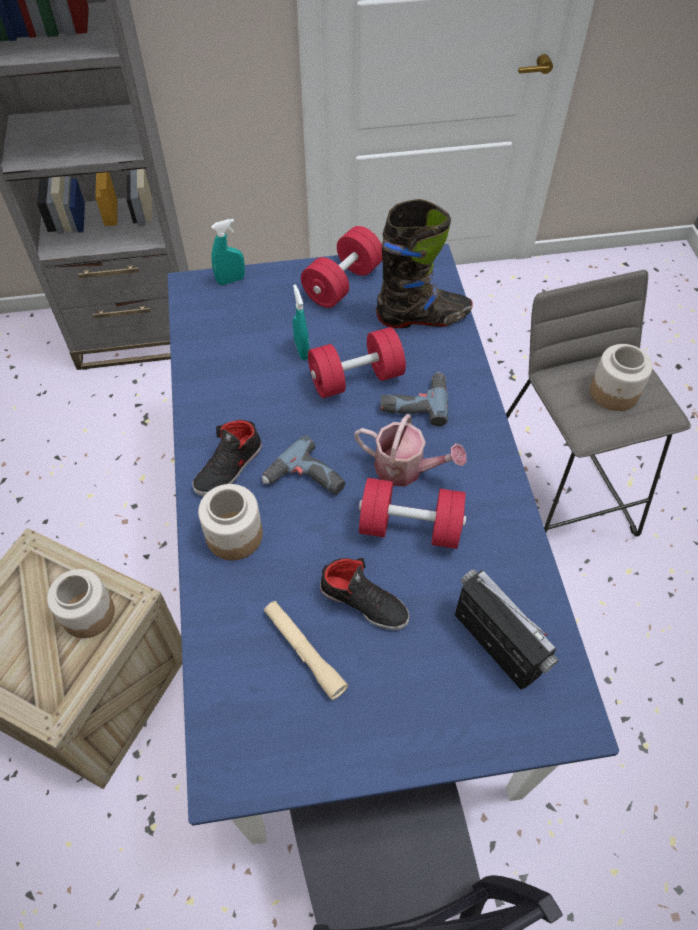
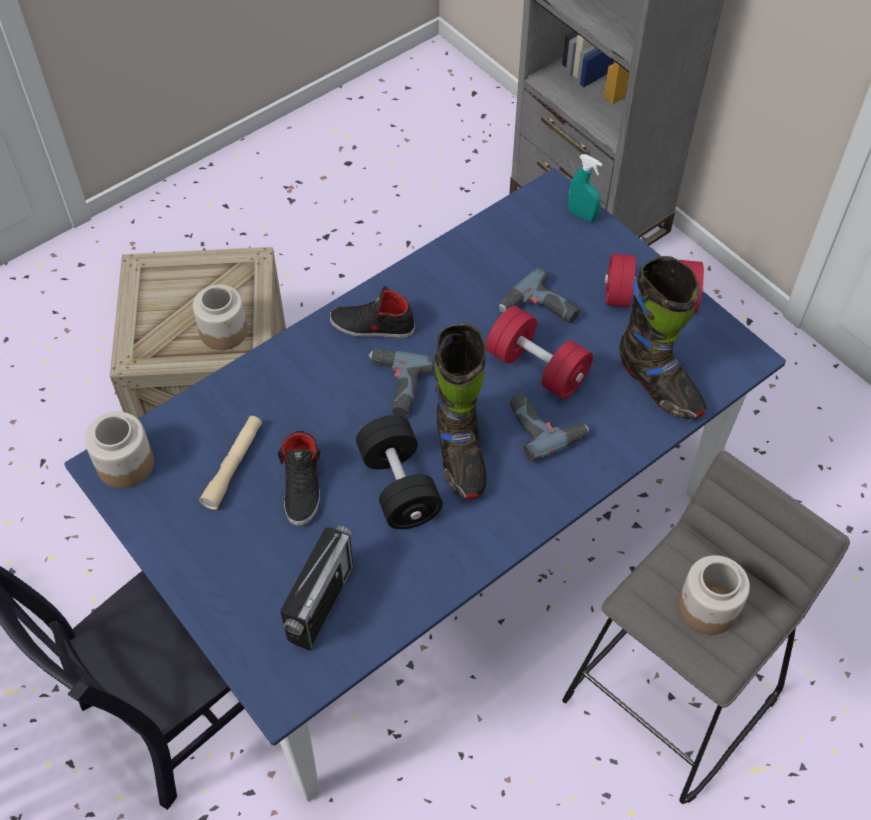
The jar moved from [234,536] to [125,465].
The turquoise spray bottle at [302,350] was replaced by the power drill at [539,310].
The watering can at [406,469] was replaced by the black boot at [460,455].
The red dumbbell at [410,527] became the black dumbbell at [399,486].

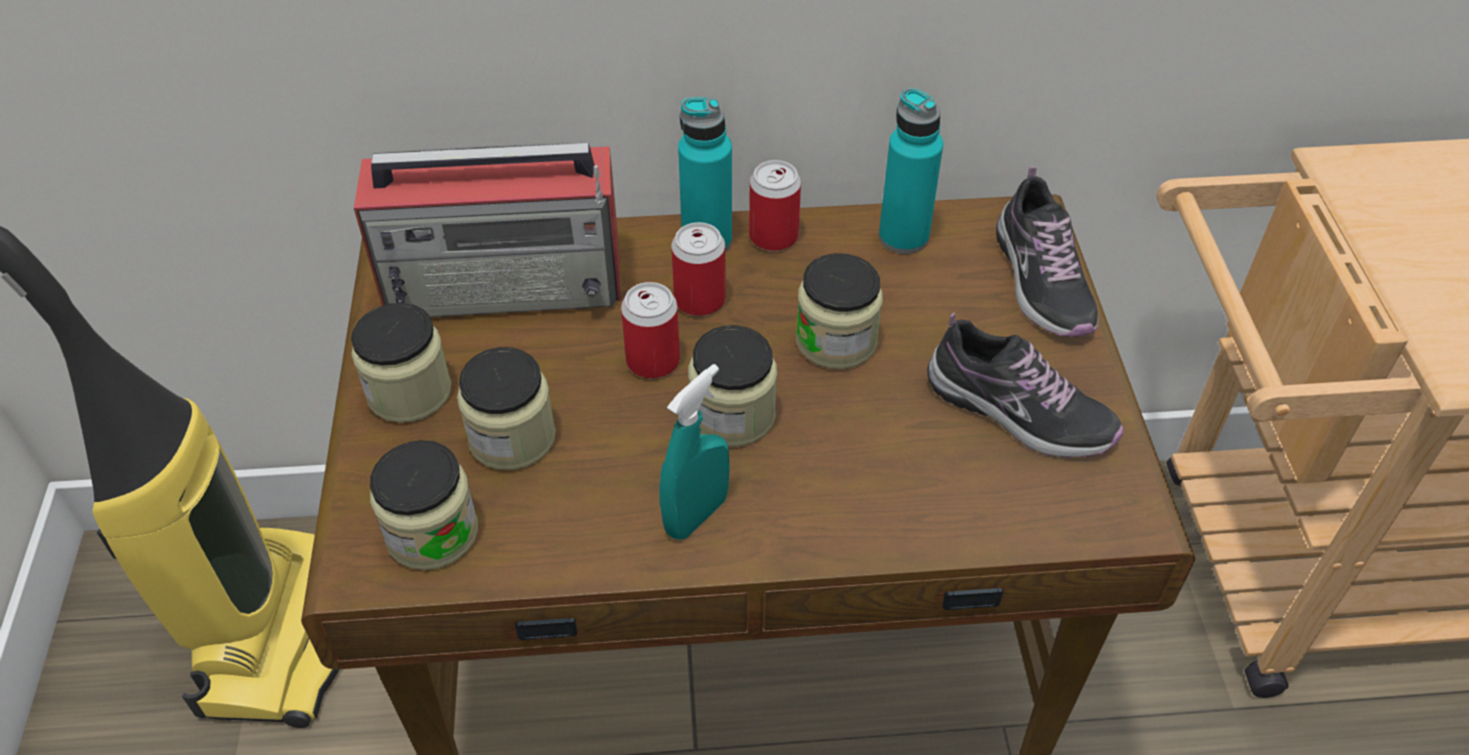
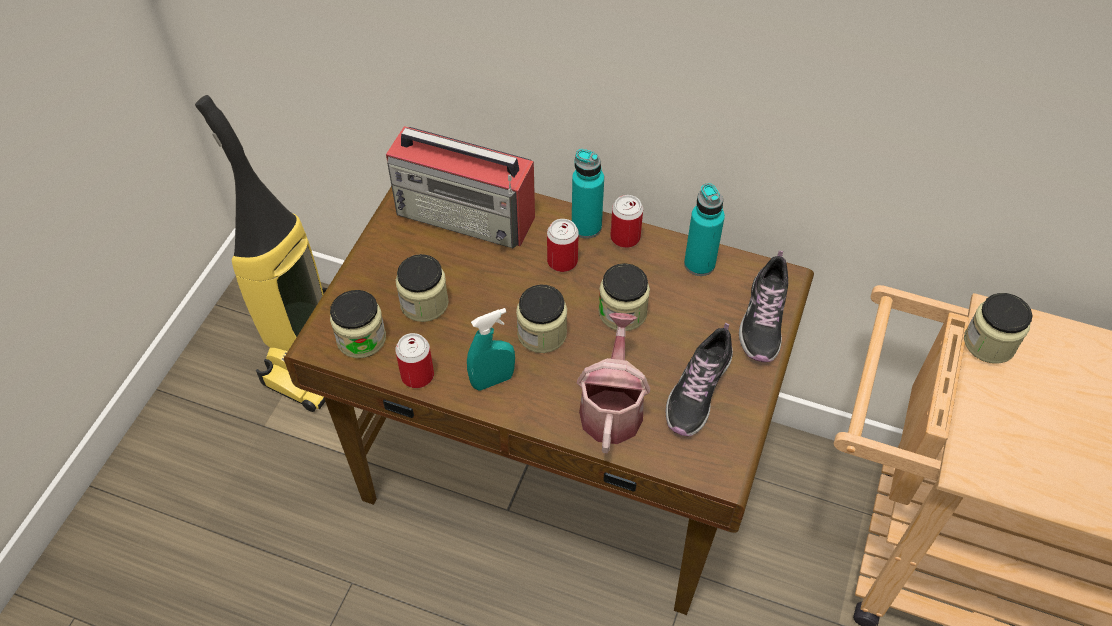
The watering can at [612,407] appeared.
The jar moved from [409,392] to [989,343].
The can moved from [653,360] to [417,375].
The shoe at [1018,412] turned 60 degrees clockwise.

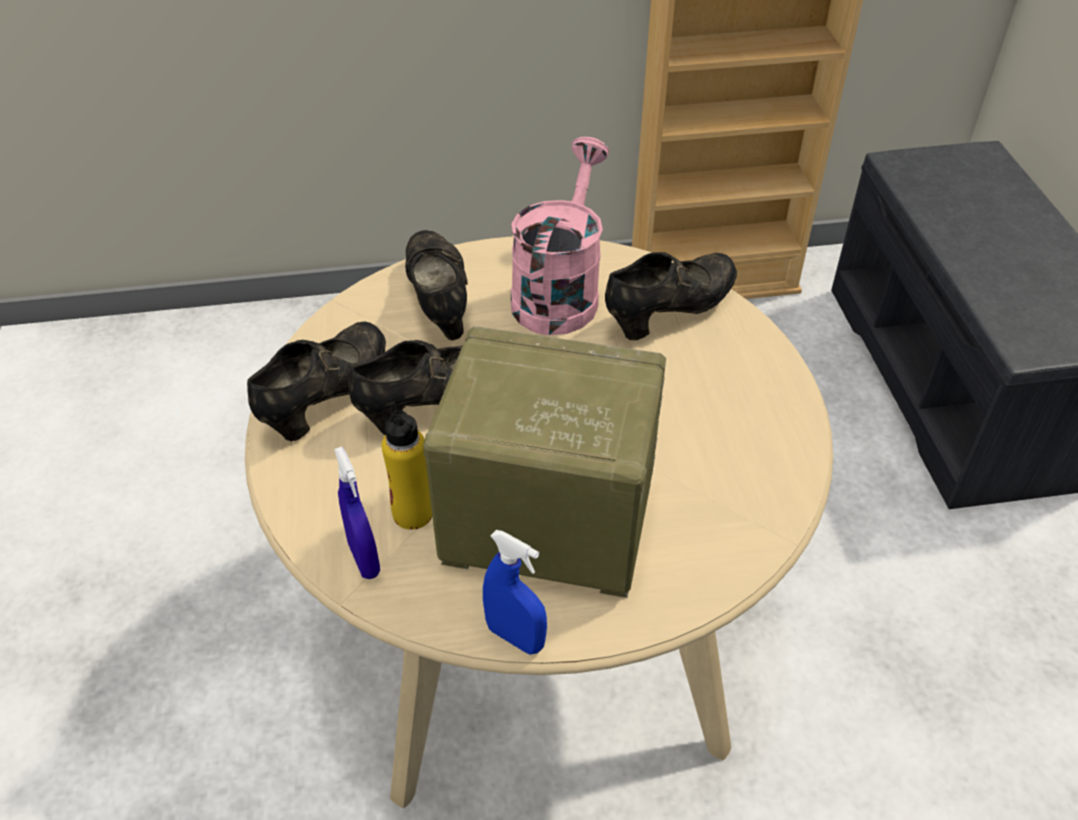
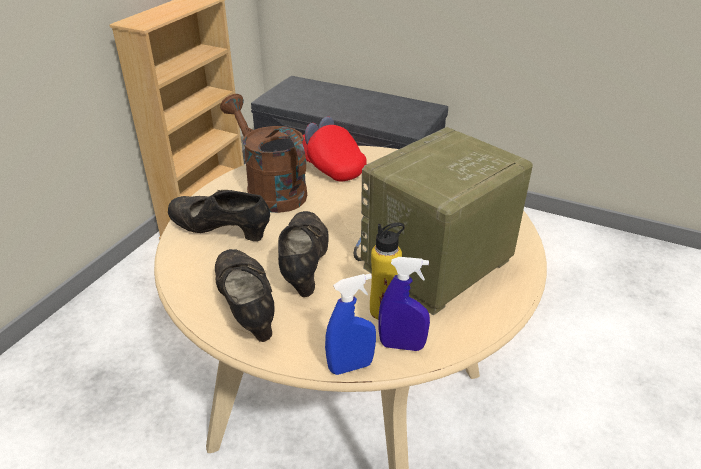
The blue spray bottle moved from [515,637] to [350,366].
The black shoe at [670,312] was replaced by the red cap at [330,167].
The pink watering can at [559,291] became the brown watering can at [270,190].

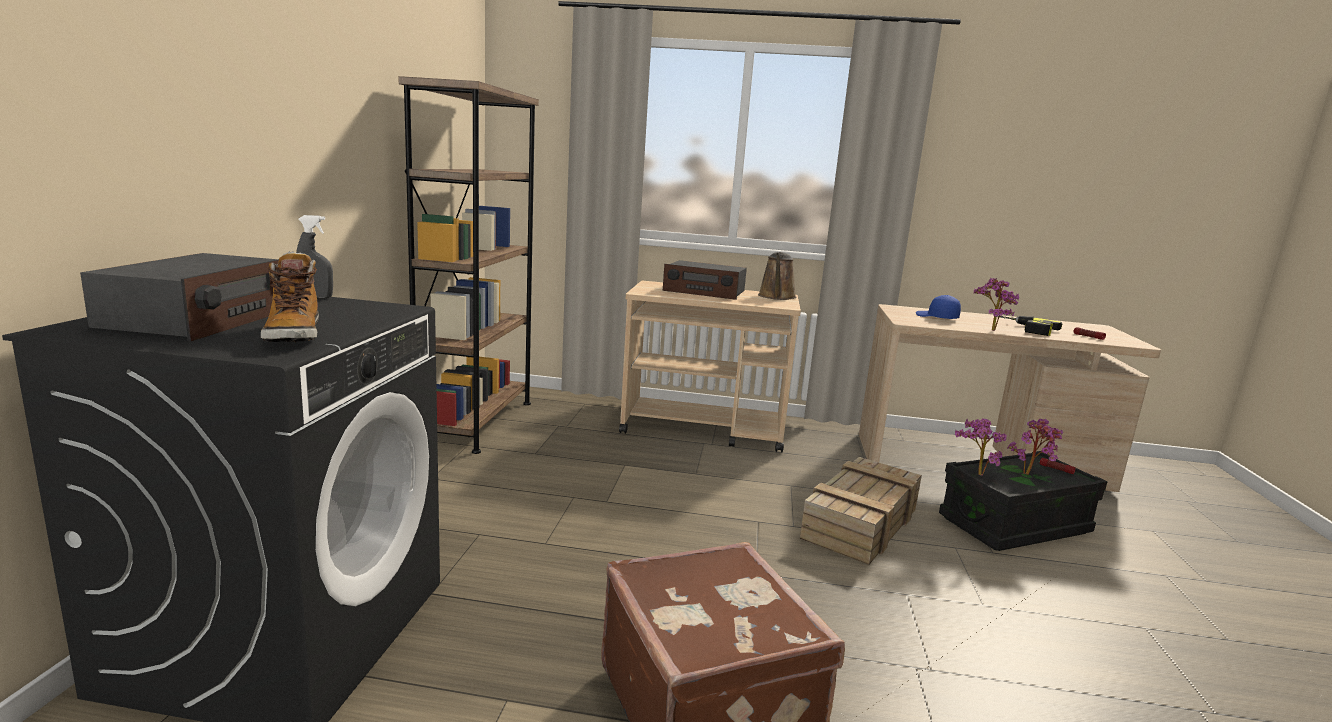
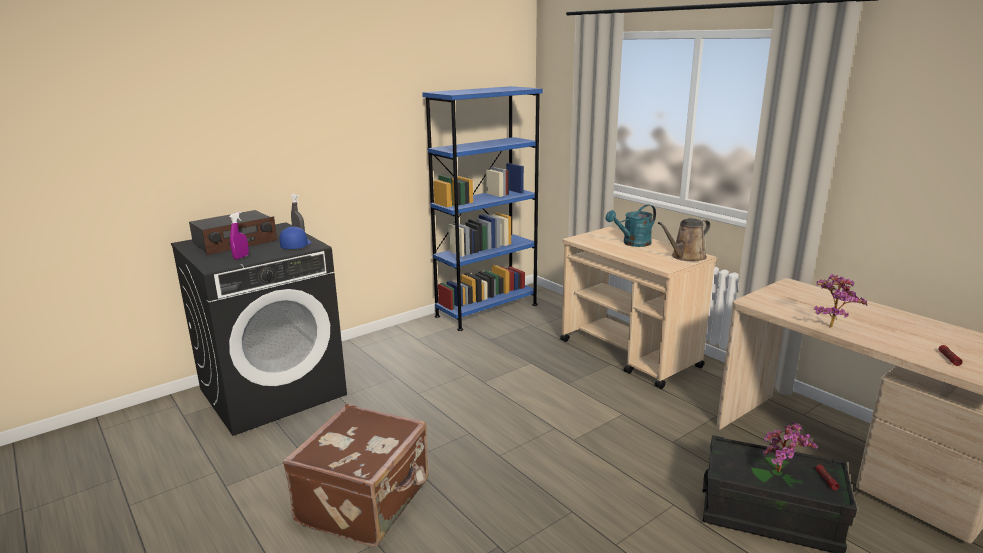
The crate at [860,522] disappeared.
The potted plant at [975,473] disappeared.
The power drill at [1024,329] disappeared.
The blue cap moved from [936,317] to [296,246].
The boot at [294,335] was replaced by the purple spray bottle at [241,257].
The radio at [704,291] was replaced by the turquoise watering can at [632,243].
The brown bookcase at [476,422] became the blue bookcase at [487,310].

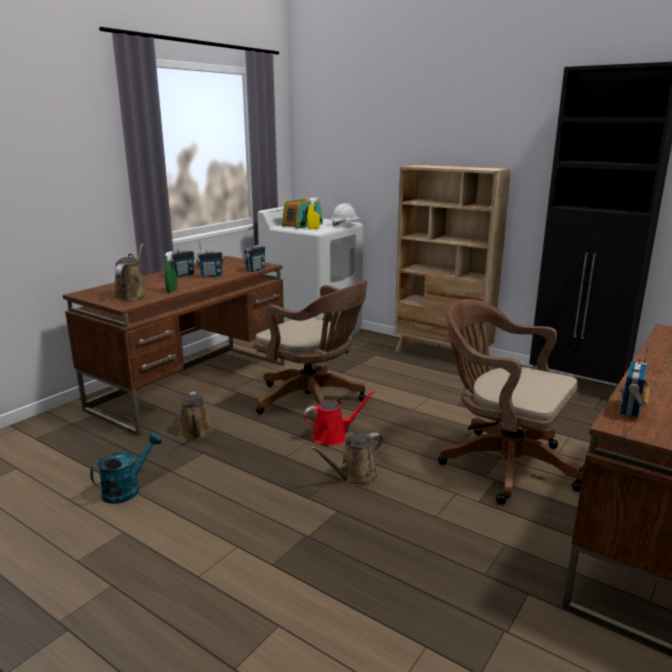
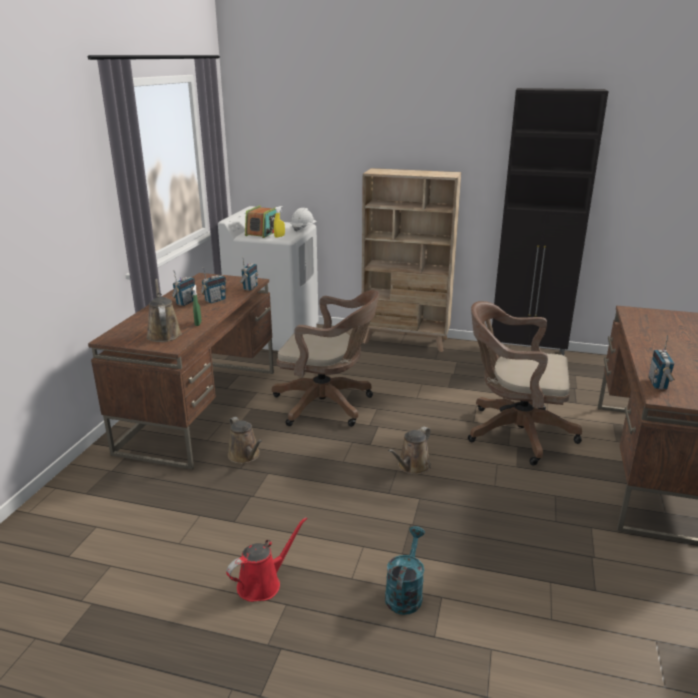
The turquoise watering can moved from [127,489] to [405,592].
The red watering can moved from [332,436] to [263,583].

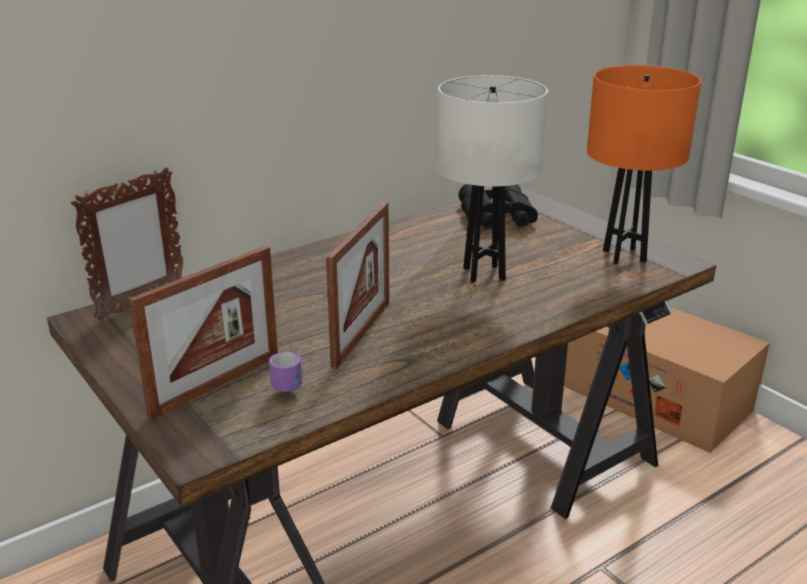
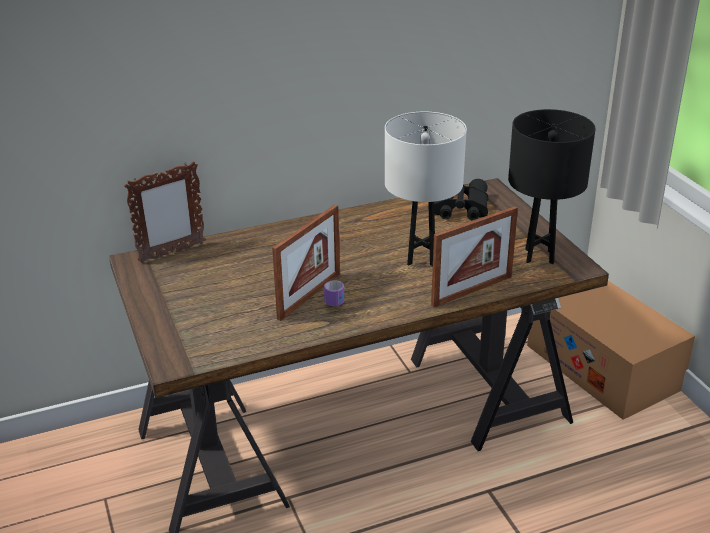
The picture frame moved from [216,385] to [472,291].
The mug moved from [290,381] to [338,299].
The orange table lamp at [623,256] became the black table lamp at [539,256].

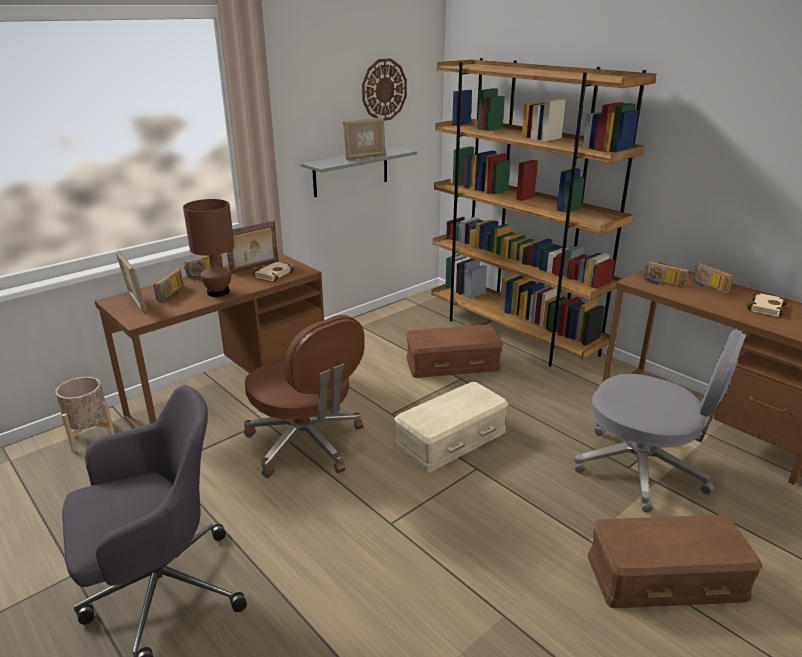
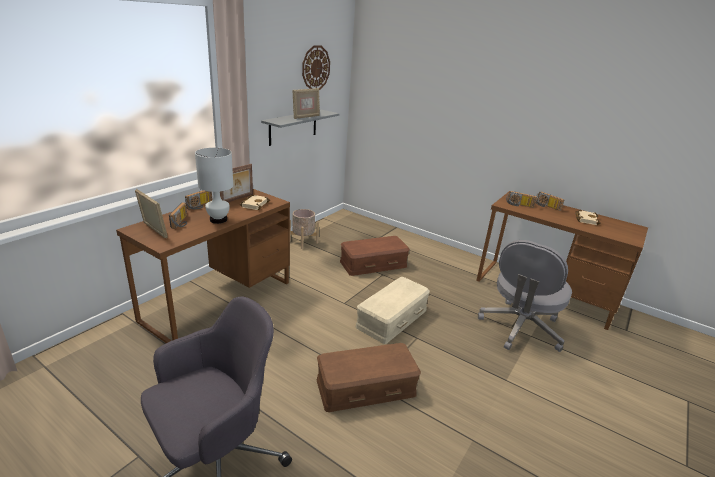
The brown office chair at [306,443] disappeared.
The brown bookcase at [514,334] disappeared.
The beige planter moved from [91,436] to [303,242].
The brown storage box moved from [665,575] to [365,386].
The brown table lamp at [218,292] became the white table lamp at [218,220].
The grey office chair at [642,469] turned 105 degrees clockwise.

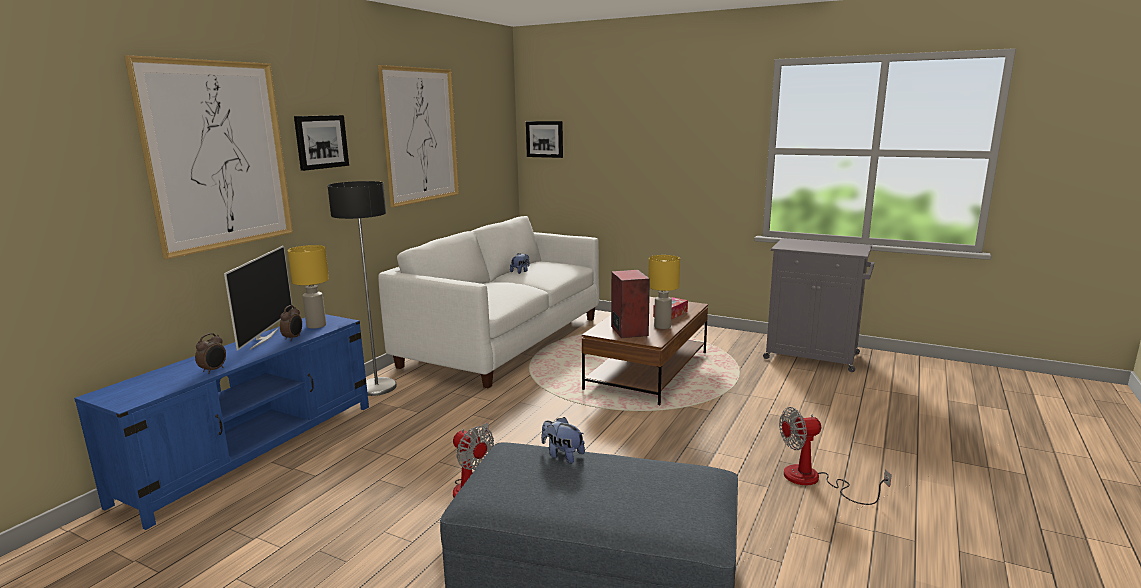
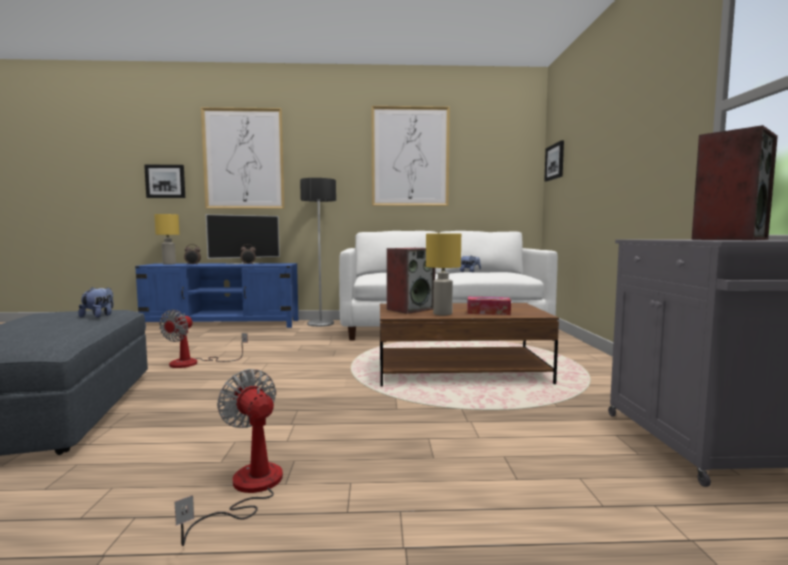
The speaker at [728,239] appeared.
The yellow table lamp moved from [316,325] to [169,264].
The picture moved from [321,142] to [165,181].

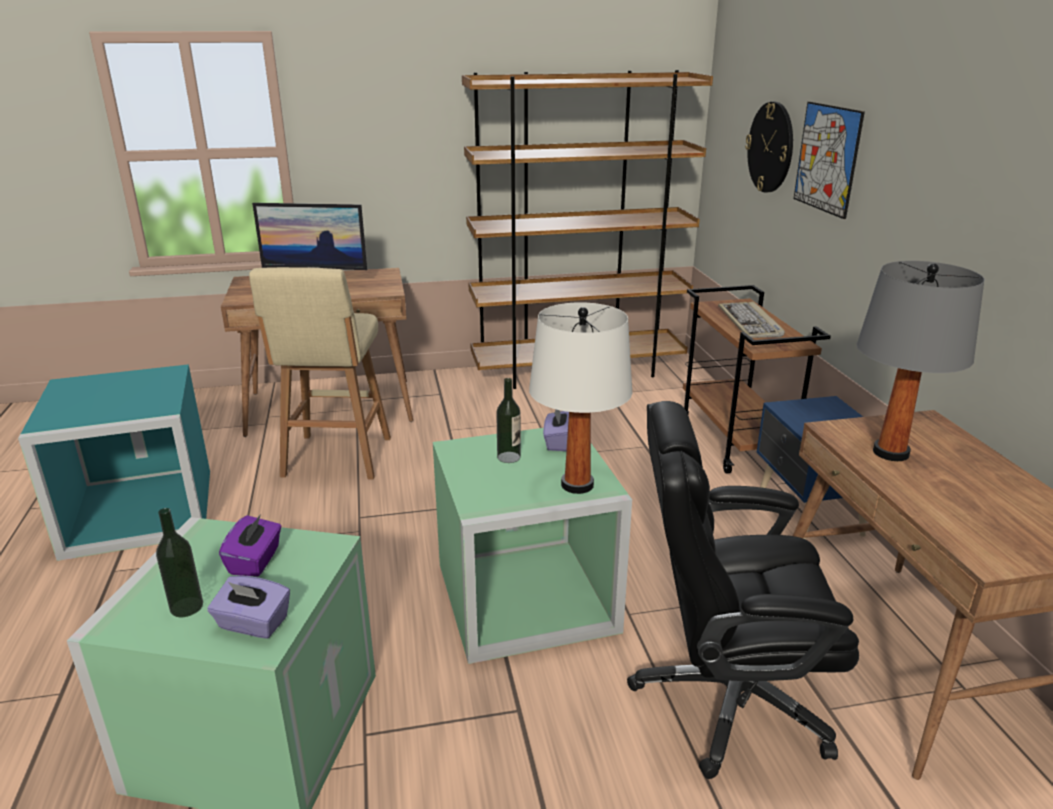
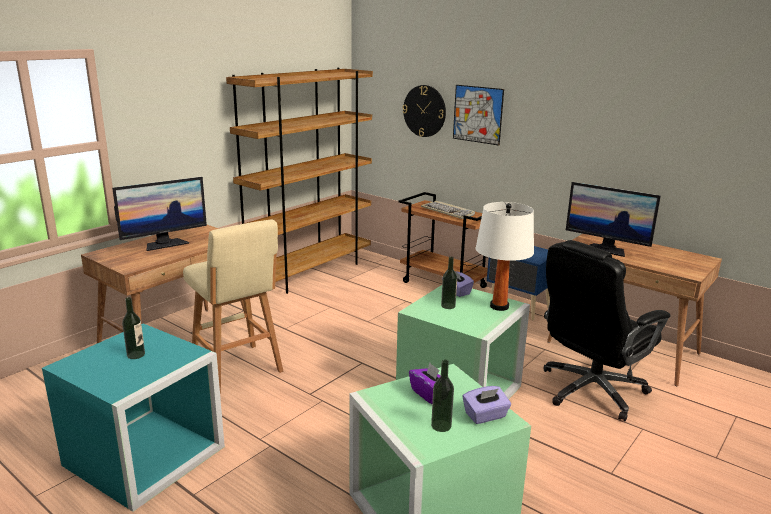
The bottle at [136,355] appeared.
The grey table lamp at [891,453] was replaced by the monitor at [606,249].

